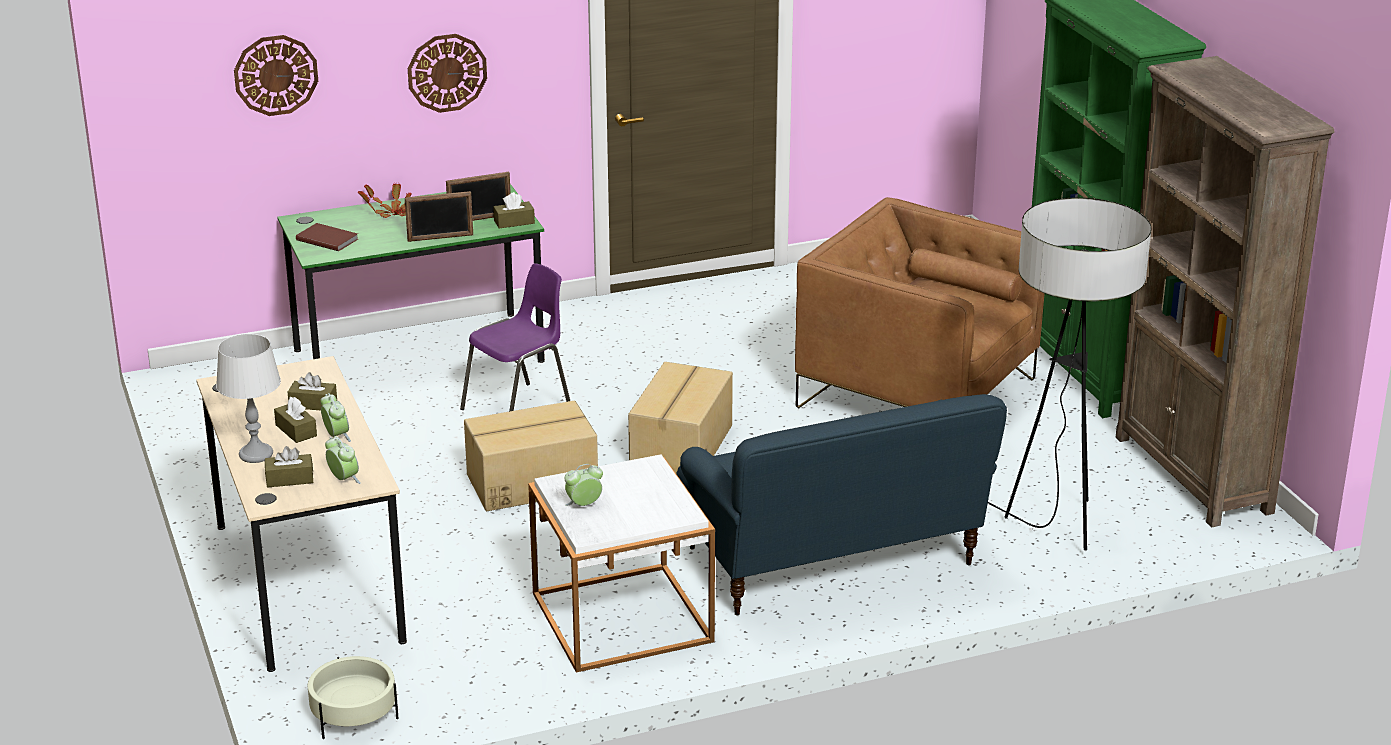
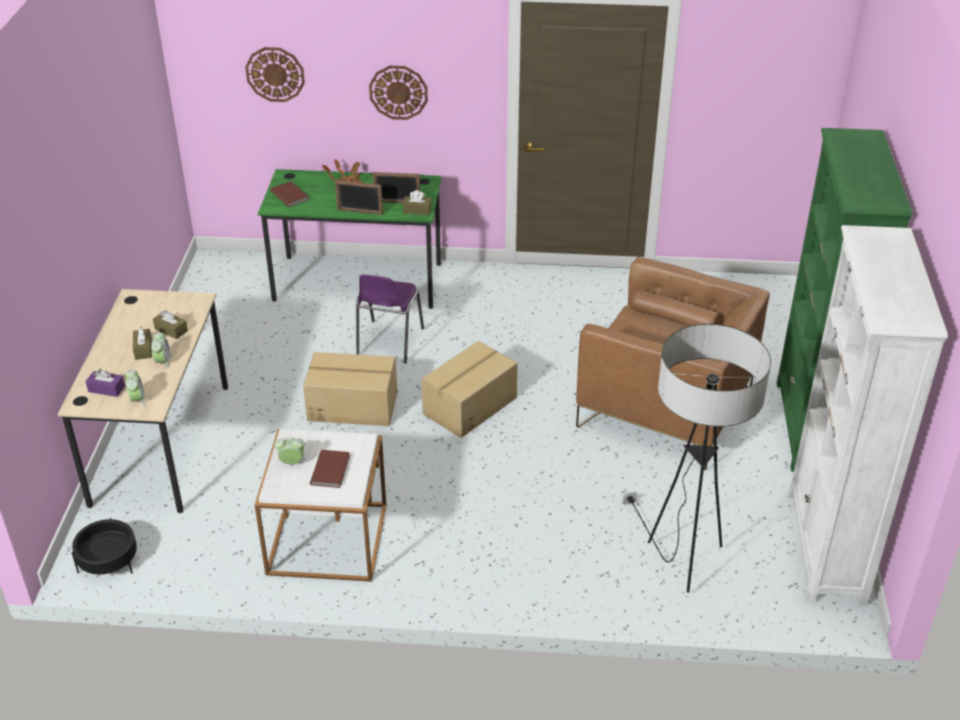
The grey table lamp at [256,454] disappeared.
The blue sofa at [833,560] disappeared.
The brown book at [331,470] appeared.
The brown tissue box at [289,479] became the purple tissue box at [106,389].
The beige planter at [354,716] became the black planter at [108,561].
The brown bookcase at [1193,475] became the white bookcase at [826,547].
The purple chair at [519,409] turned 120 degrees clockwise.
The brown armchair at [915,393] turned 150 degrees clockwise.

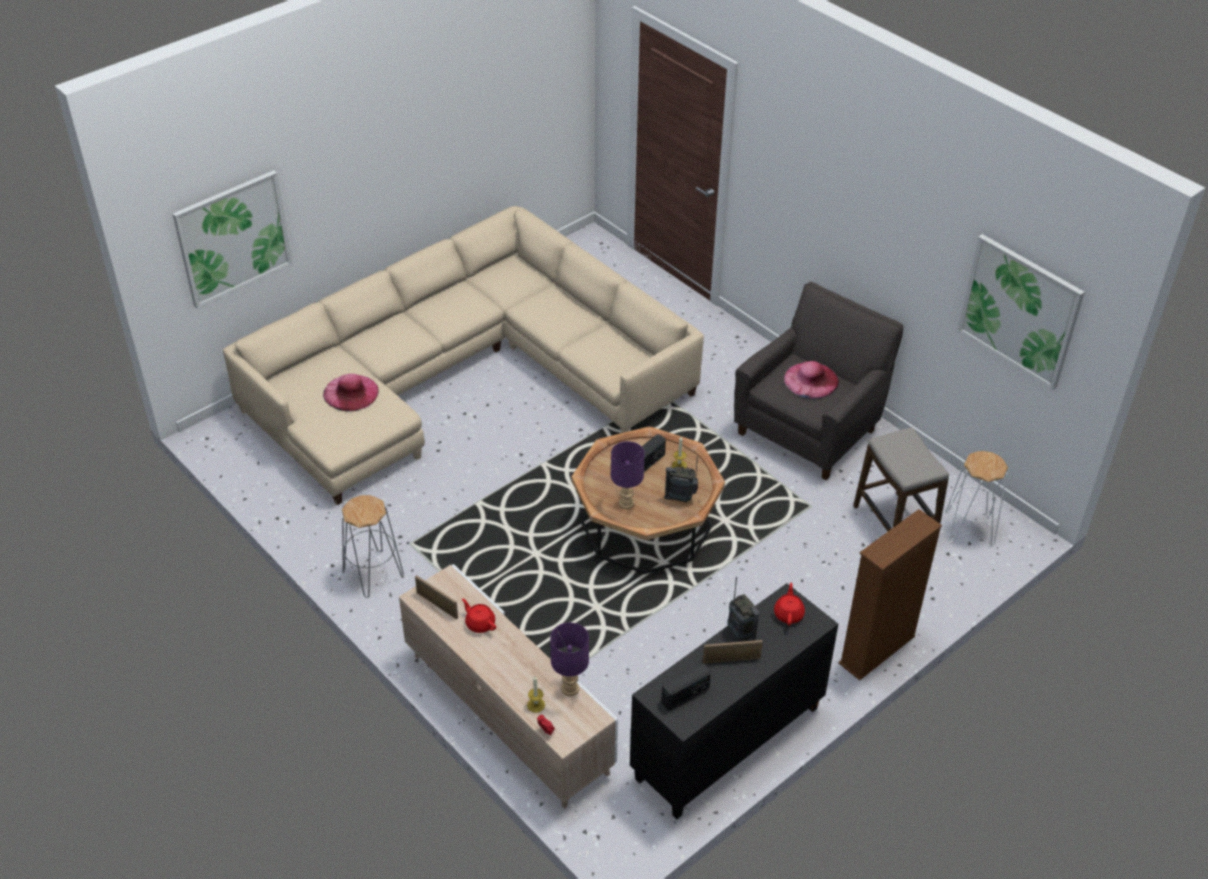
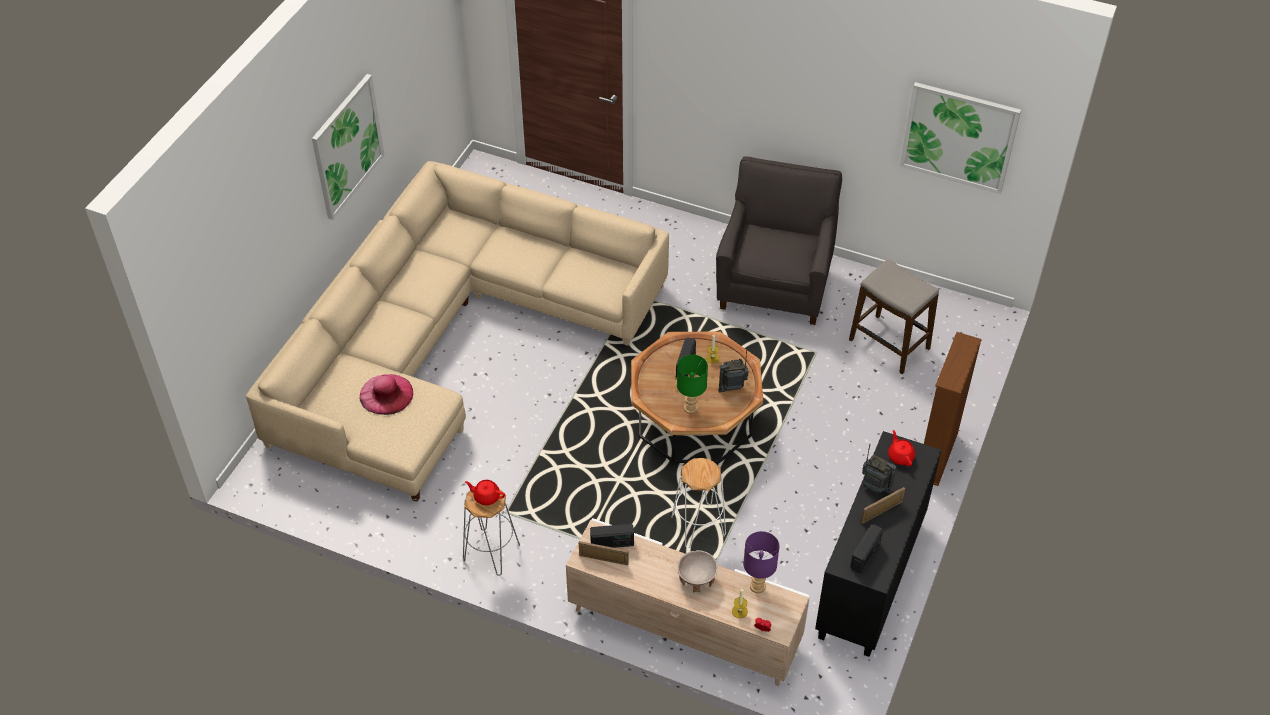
The pink hat at [811,380] disappeared.
The radio at [612,543] appeared.
The beige bowl at [697,580] appeared.
The picture moved from [233,238] to [347,146].
The red teapot moved from [480,623] to [486,496].
The white stool moved from [969,529] to [698,526].
The purple table lamp at [627,503] became the green table lamp at [691,408].

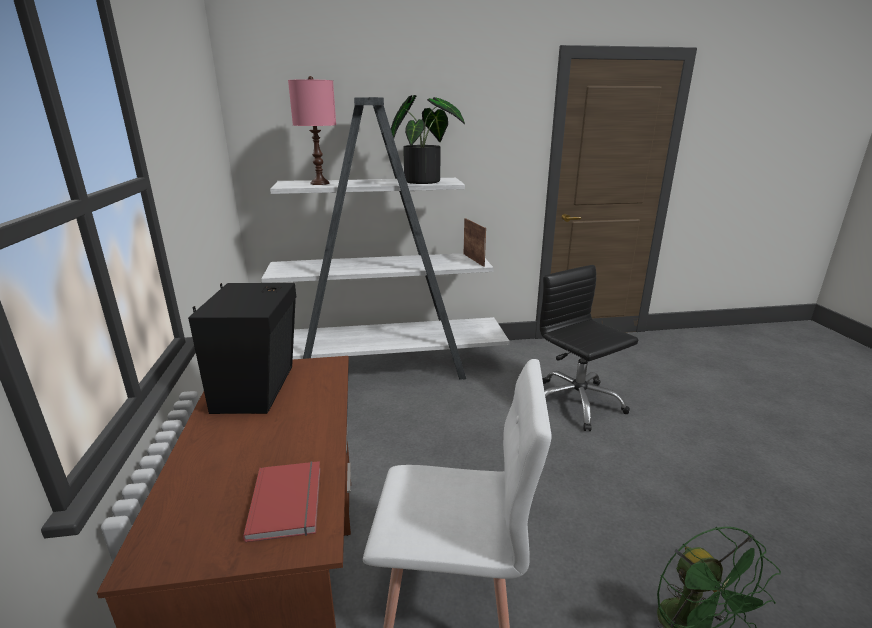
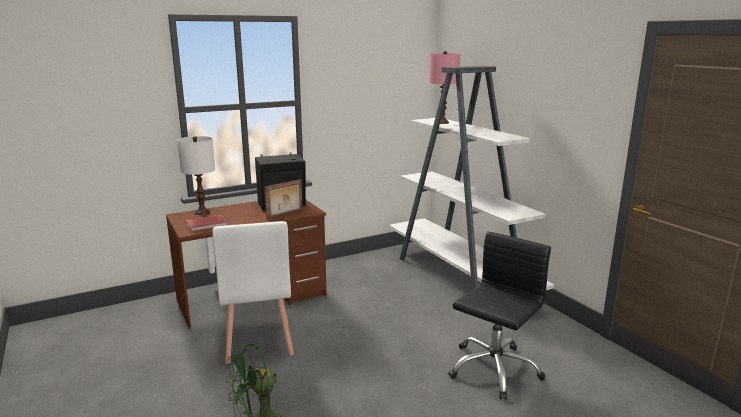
The potted plant at [426,181] disappeared.
The white table lamp at [202,212] appeared.
The picture frame moved from [474,260] to [285,215].

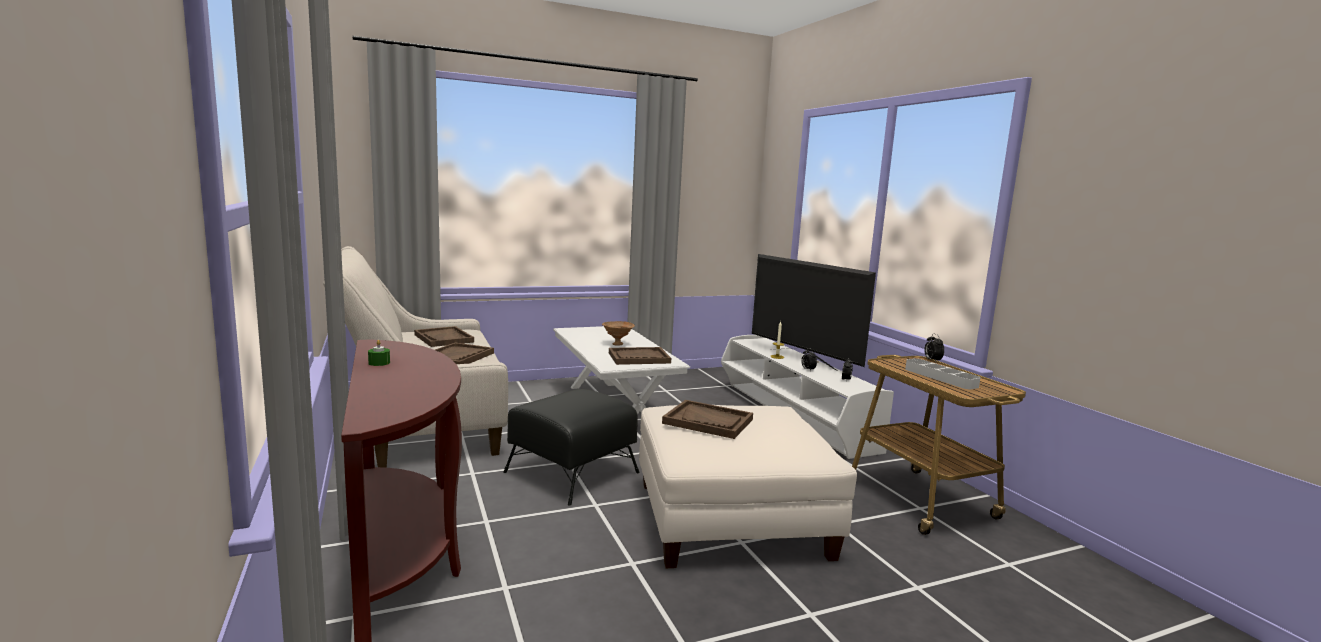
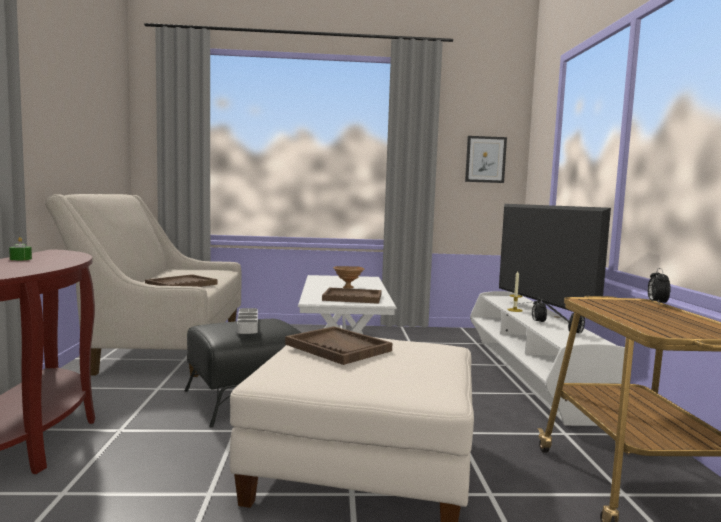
The brown tray at [444,338] disappeared.
The picture at [485,159] appeared.
The grey tray moved from [940,377] to [247,324].

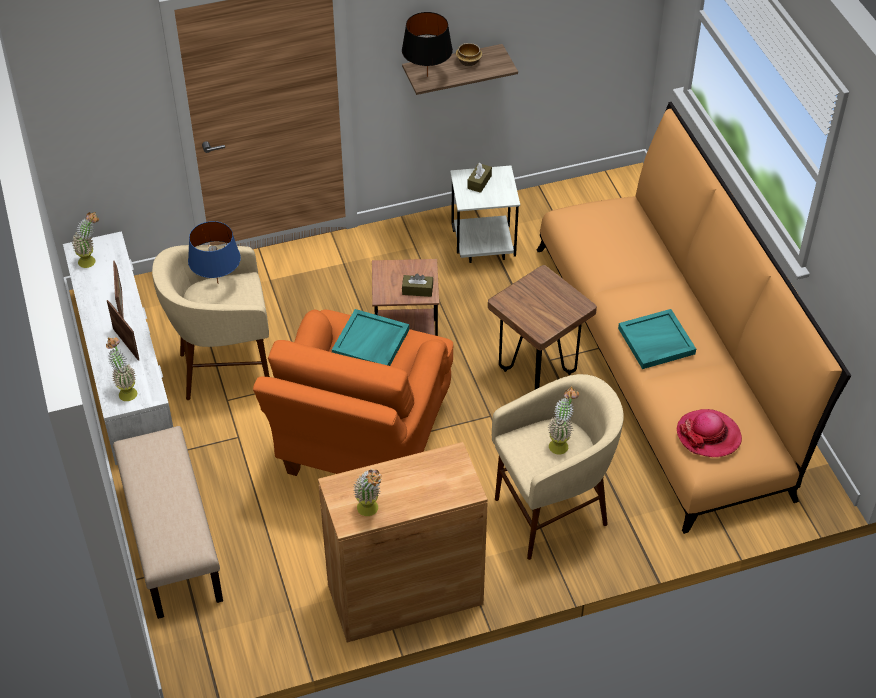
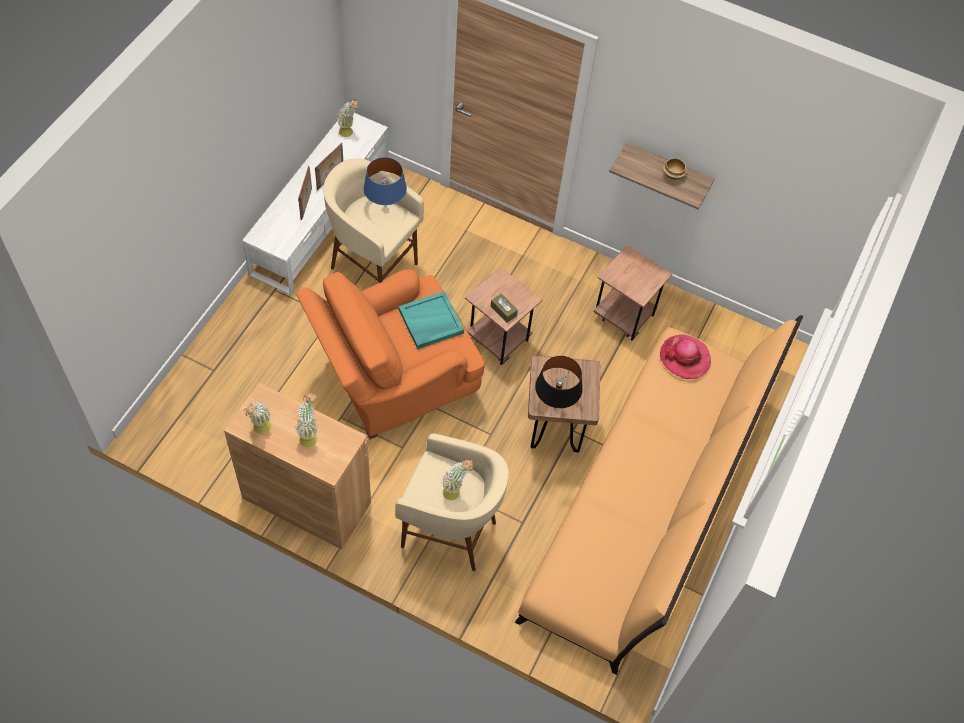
The beige bench at [171,541] disappeared.
The brown tissue box at [479,182] disappeared.
The turquoise tray at [656,341] disappeared.
The potted plant moved from [125,391] to [309,435].
The black table lamp moved from [427,76] to [555,403].
The hat moved from [708,435] to [684,358].
The white side table at [483,247] became the brown side table at [624,317].

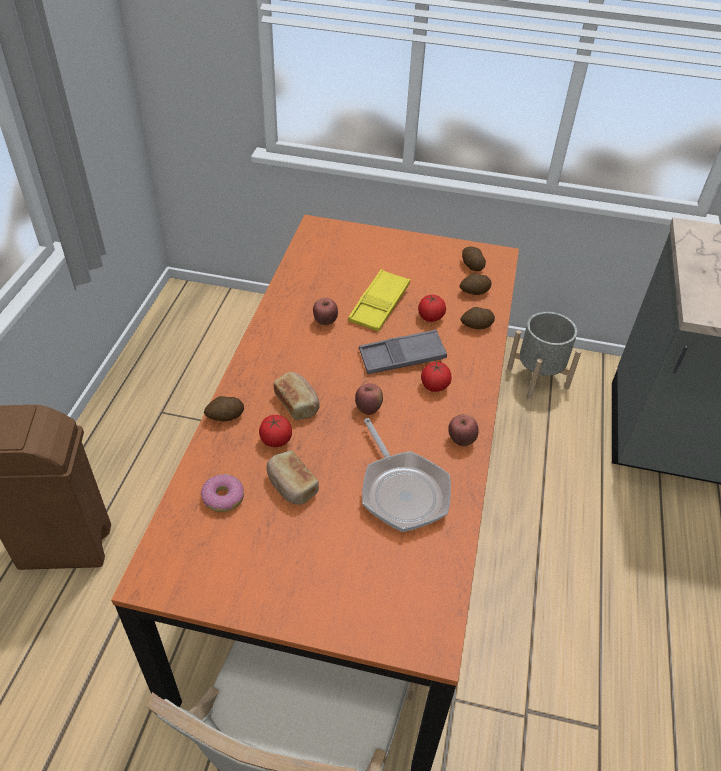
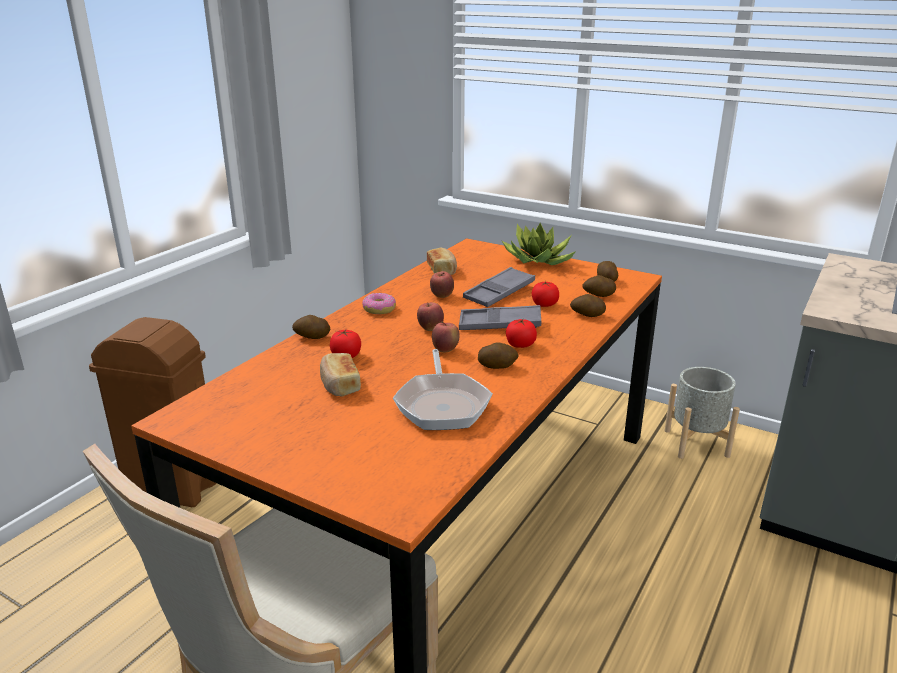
The potato at [497,366] appeared.
The potted plant at [538,261] appeared.
The donut moved from [223,498] to [379,309].
The bread moved from [297,403] to [442,270].
The apple moved from [461,440] to [430,329].
The yellow tray at [379,305] became the grey tray at [499,292].

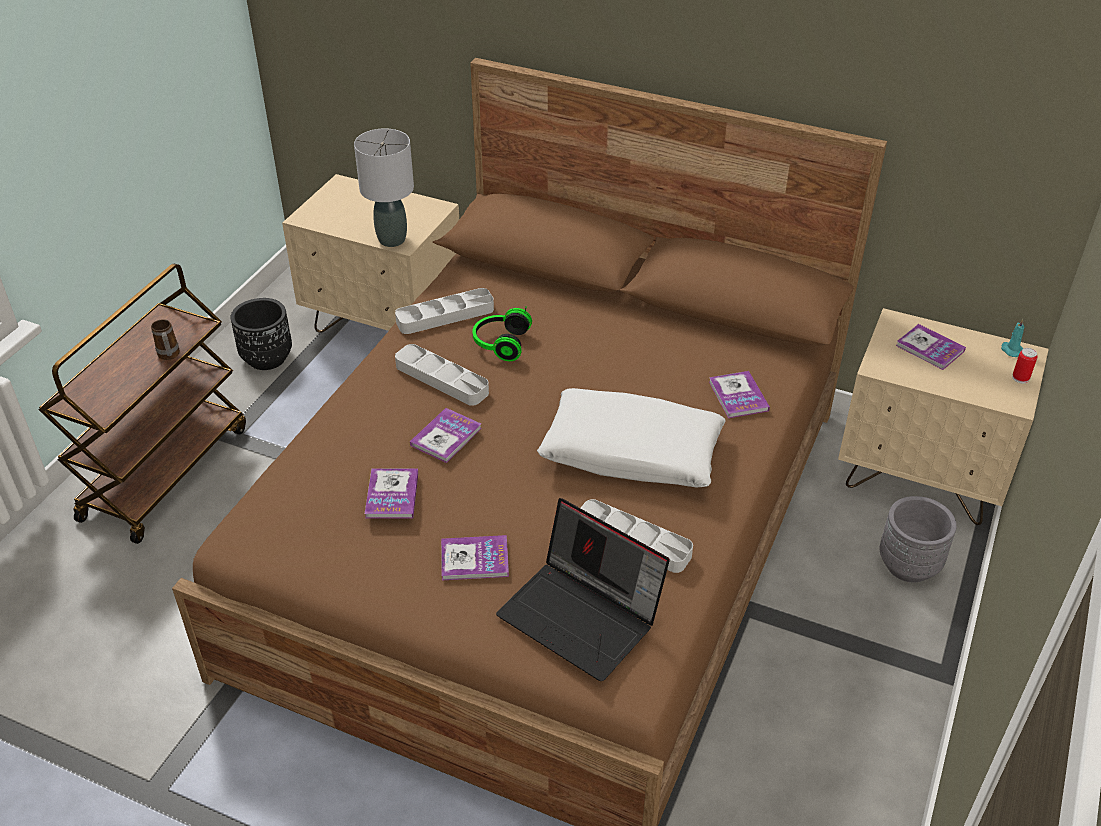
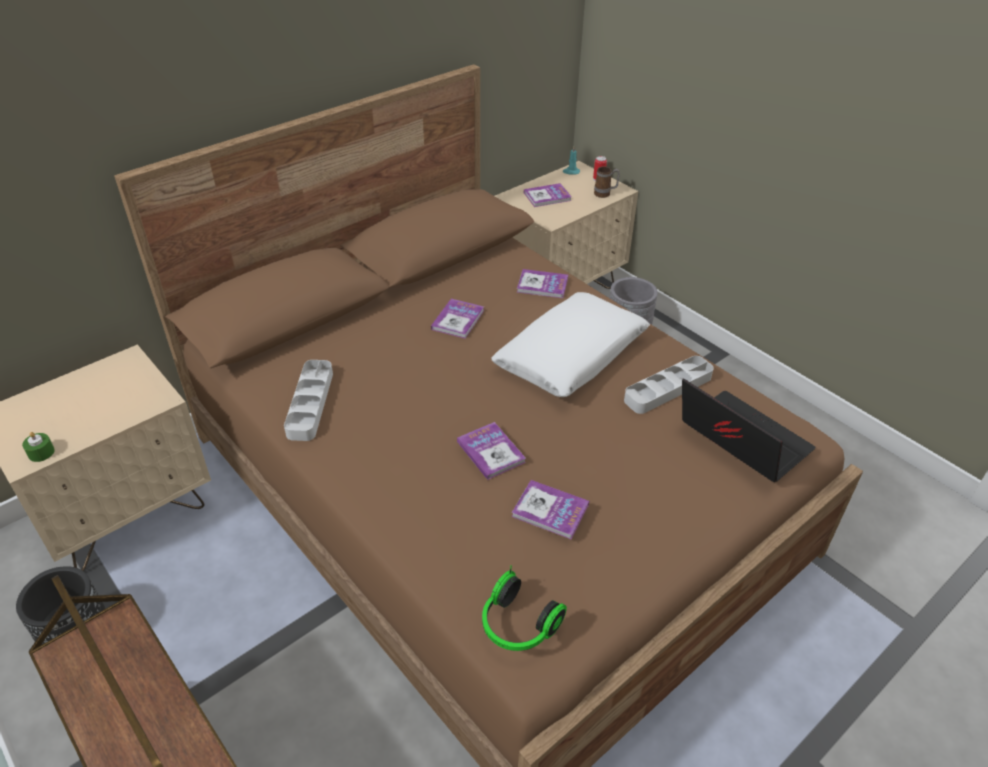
The grey table lamp at [391,239] disappeared.
The grey tray at [441,379] disappeared.
The green candle at [41,452] appeared.
The mug moved from [169,356] to [605,194].
The book moved from [474,559] to [458,320].
The headphones moved from [500,343] to [517,626].
The laptop at [583,616] turned 105 degrees counterclockwise.

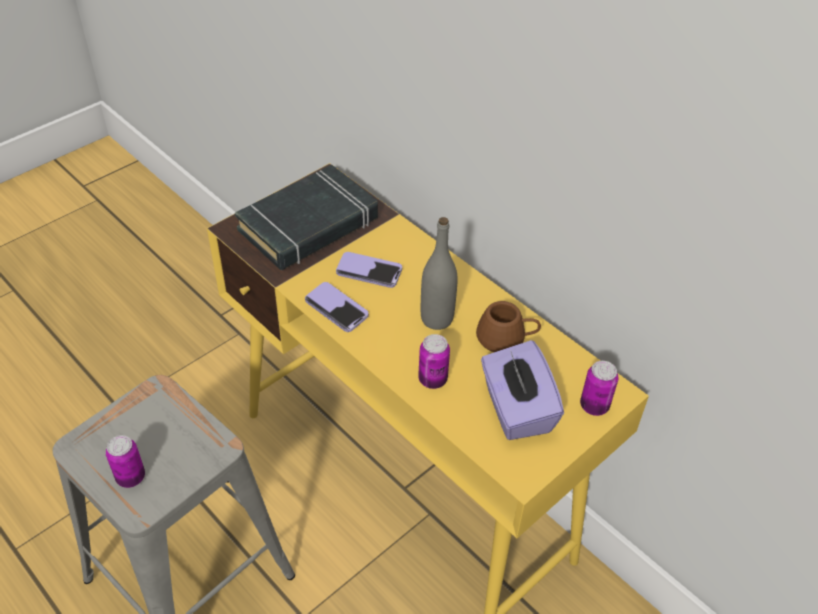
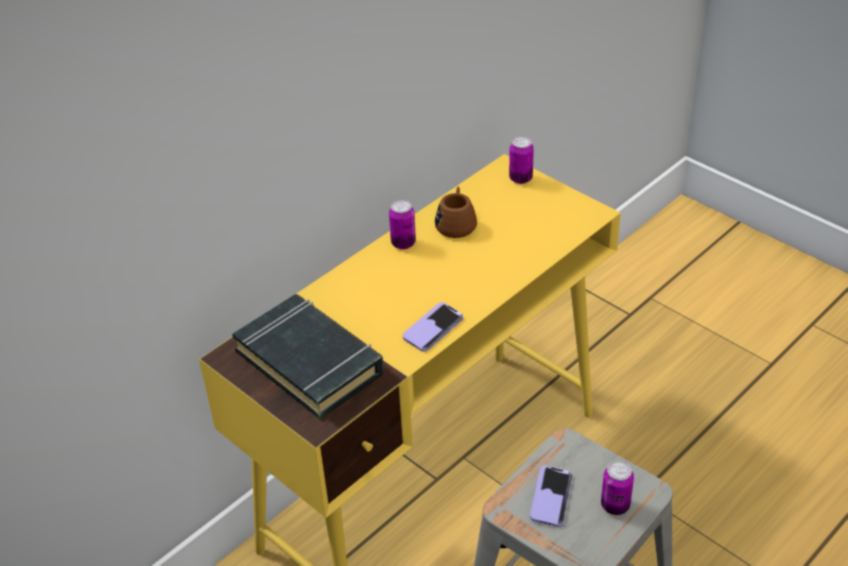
The grey bottle at [437,319] disappeared.
The purple tissue box at [516,409] disappeared.
The phone moved from [369,271] to [551,497].
The can moved from [432,379] to [403,243].

